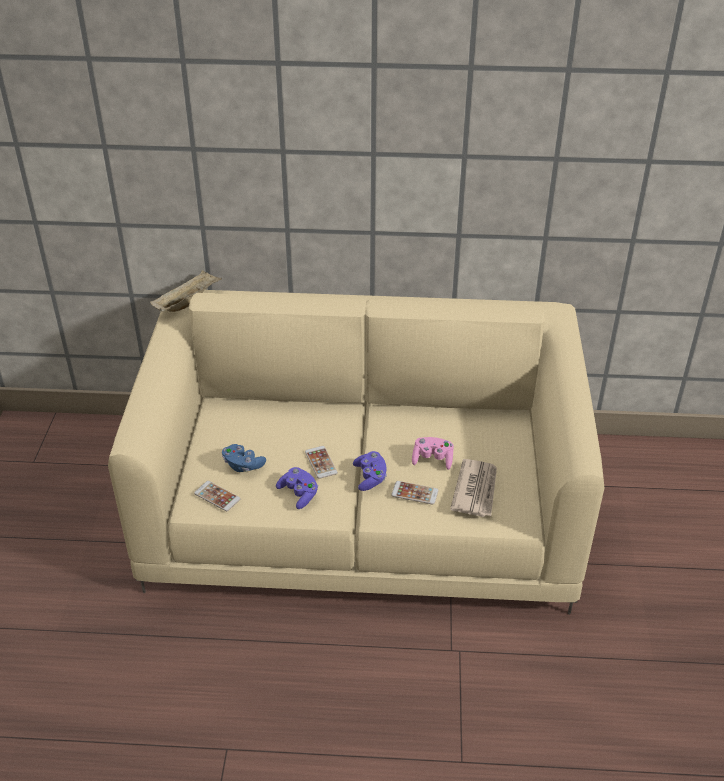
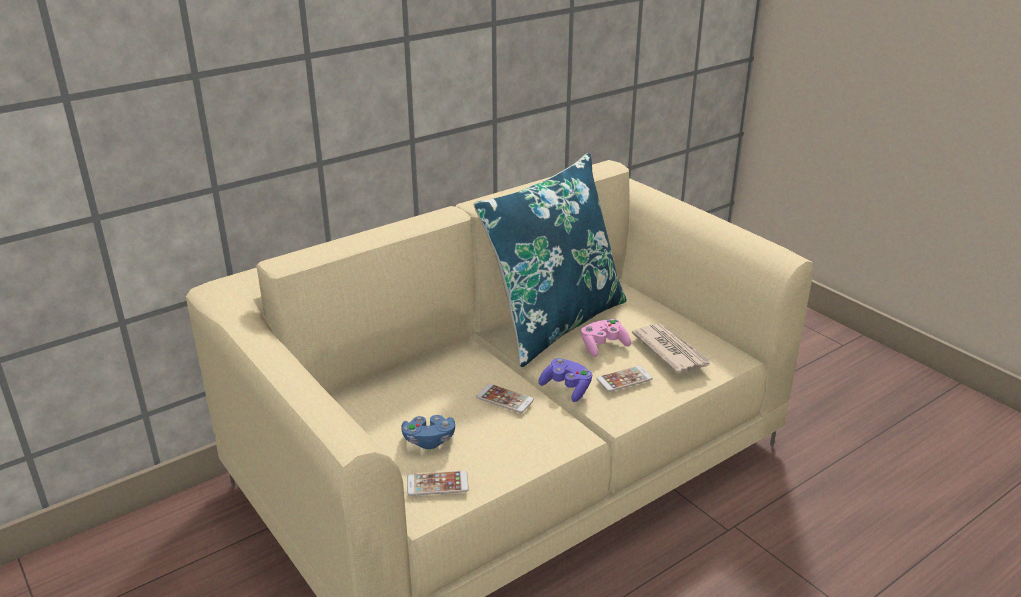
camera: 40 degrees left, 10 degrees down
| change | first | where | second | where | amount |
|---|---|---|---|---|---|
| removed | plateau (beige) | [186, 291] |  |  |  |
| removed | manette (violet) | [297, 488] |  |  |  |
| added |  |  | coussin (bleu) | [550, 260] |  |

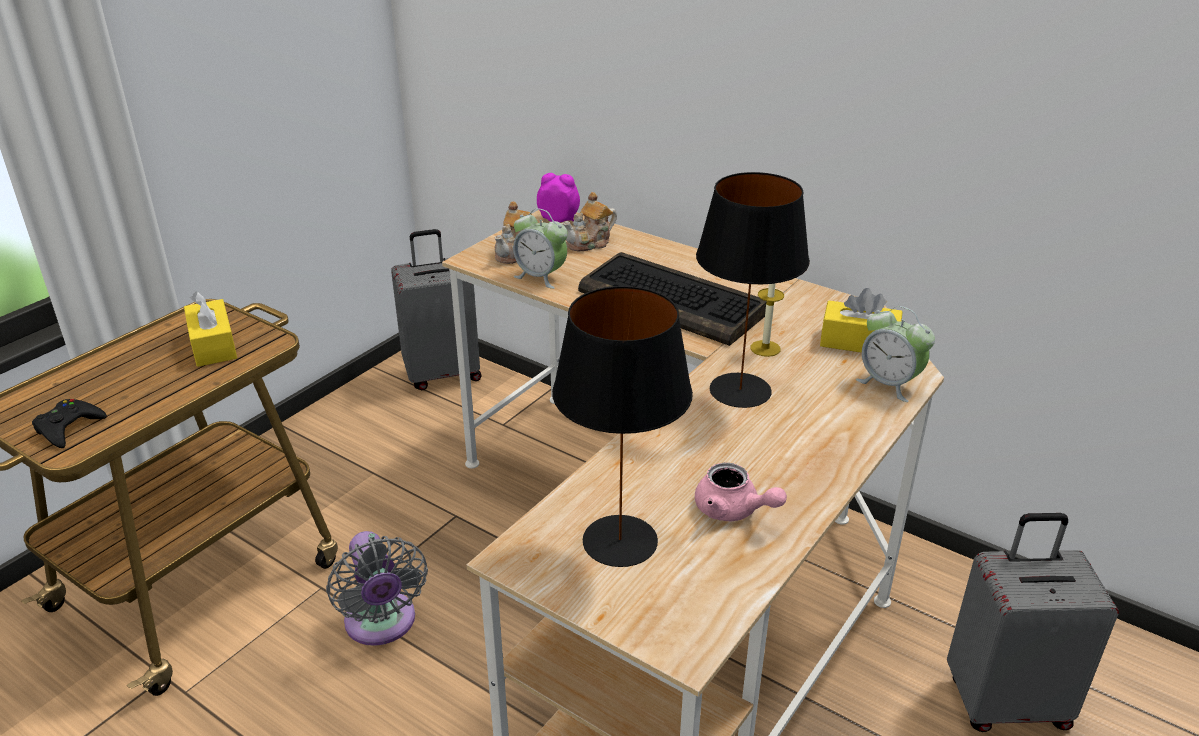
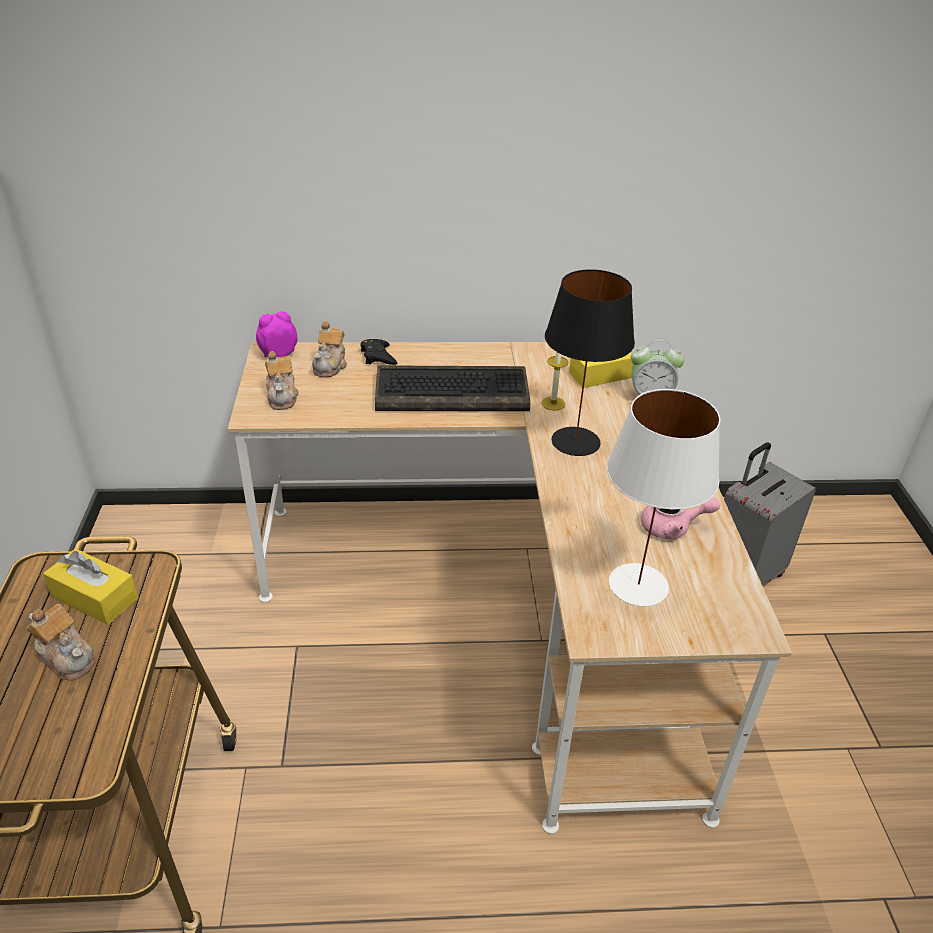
camera: 40 degrees left, 5 degrees up
| change | first | where | second | where | amount |
|---|---|---|---|---|---|
| removed | réveil | [540, 248] |  |  |  |
| removed | valise (gris) | [436, 309] |  |  |  |
| recoloured | lampe de table (noir) | [622, 426] | lampe de table (blanc) | [663, 498] |  |
| moved | manette (noir) | [69, 423] |  | [378, 352] |  |
| removed | ventilateur (gris) | [377, 588] |  |  |  |
| added |  |  | théière | [60, 642] |  |

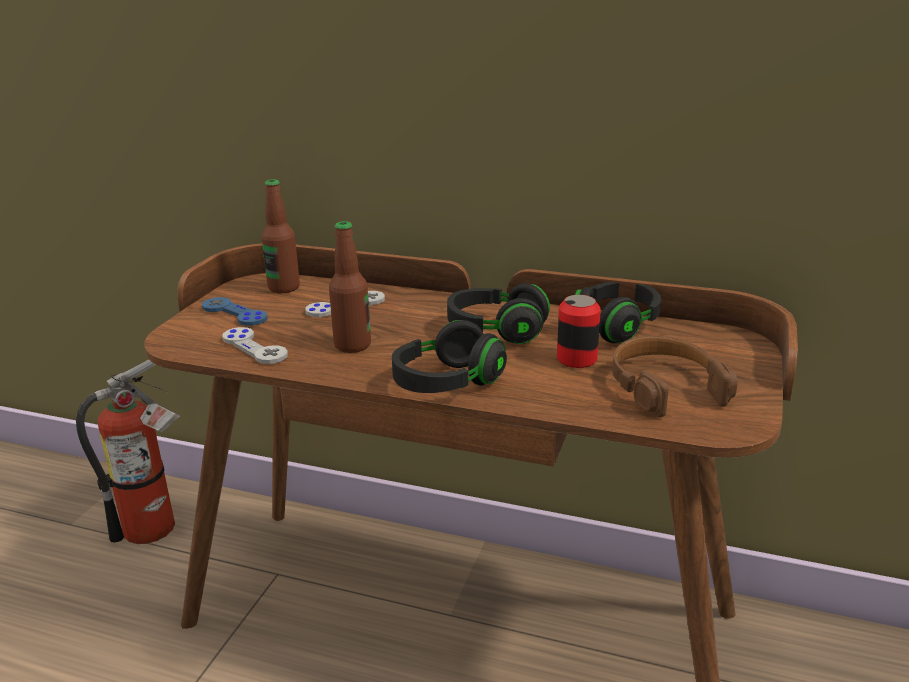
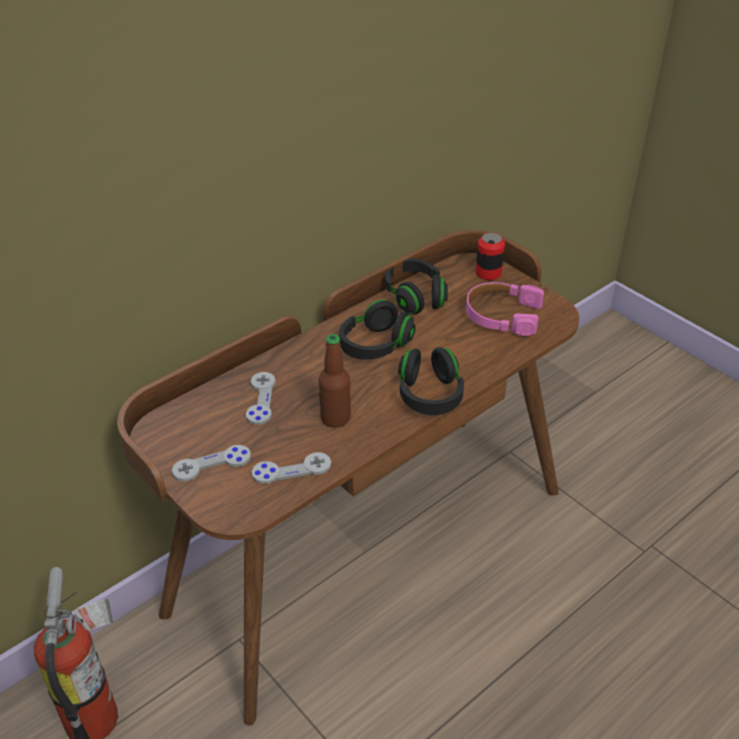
camera: 60 degrees left, 15 degrees up
| change | first | where | second | where | amount |
|---|---|---|---|---|---|
| removed | bouteille | [280, 236] |  |  |  |
| moved | boîte métallique | [579, 331] |  | [490, 256] |  |
| recoloured | manette (bleu) | [235, 311] | manette (gris) | [211, 463] |  |
| recoloured | casque audio (marron) | [674, 376] | casque audio (rose) | [505, 309] |  |

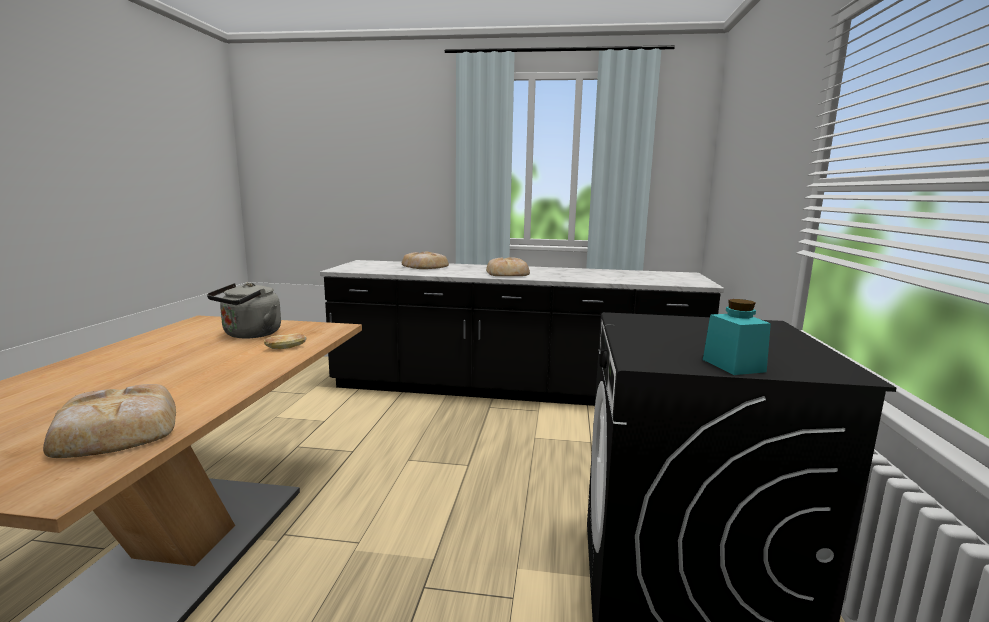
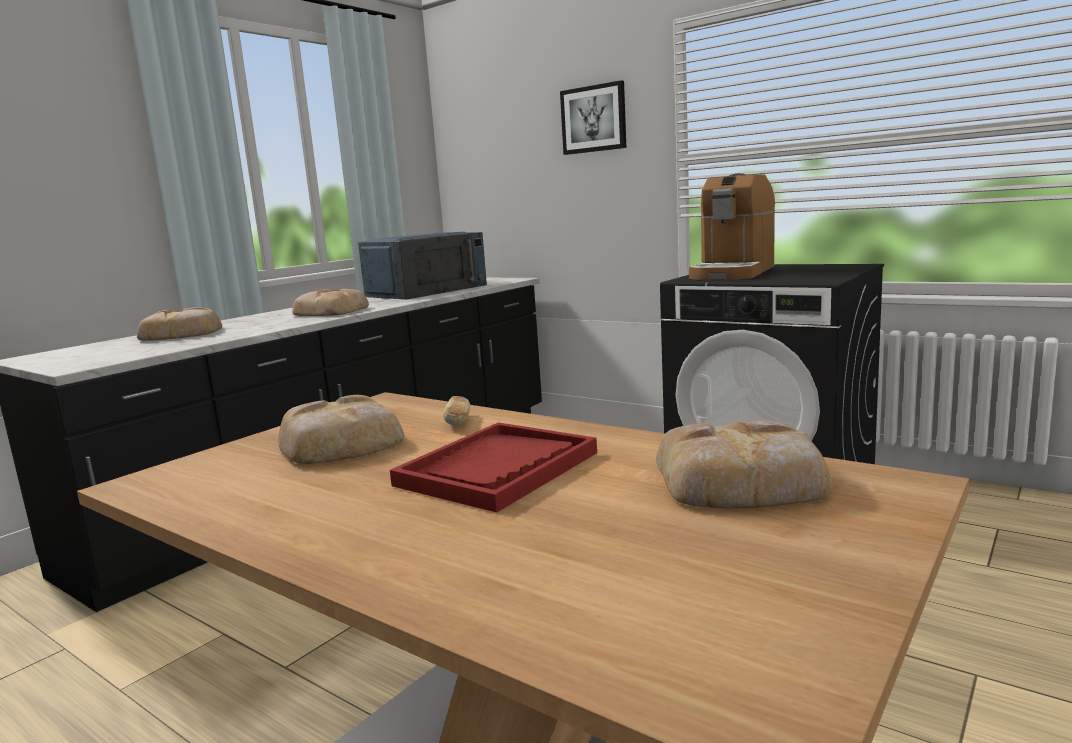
camera: 60 degrees left, 0 degrees up
| change | first | where | second | where | amount |
|---|---|---|---|---|---|
| replaced | bouilloire (gris) | [244, 310] | pain | [341, 429] |  |
| removed | bocal (turquoise) | [737, 337] |  |  |  |
| added |  |  | tableau | [593, 117] |  |
| added |  |  | machine à café | [732, 226] |  |
| added |  |  | micro-ondes (bleu) | [422, 266] |  |
| added |  |  | plateau (rouge) | [493, 467] |  |

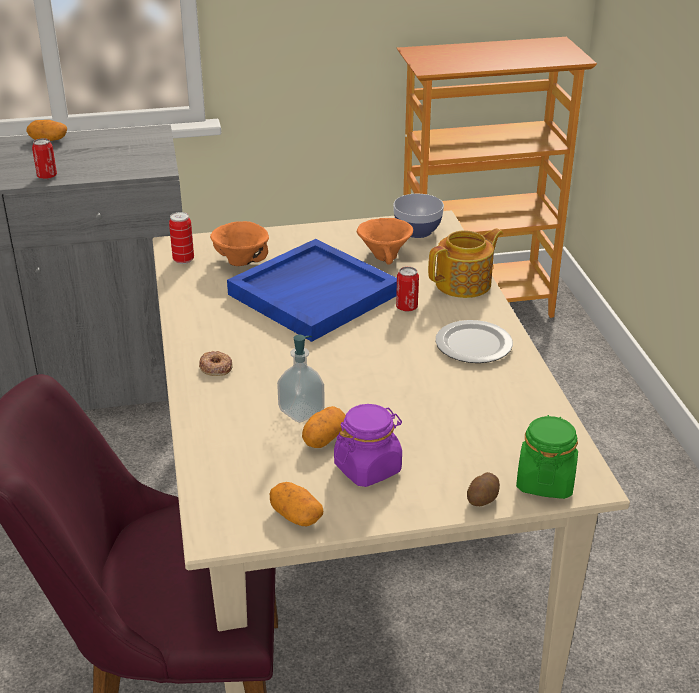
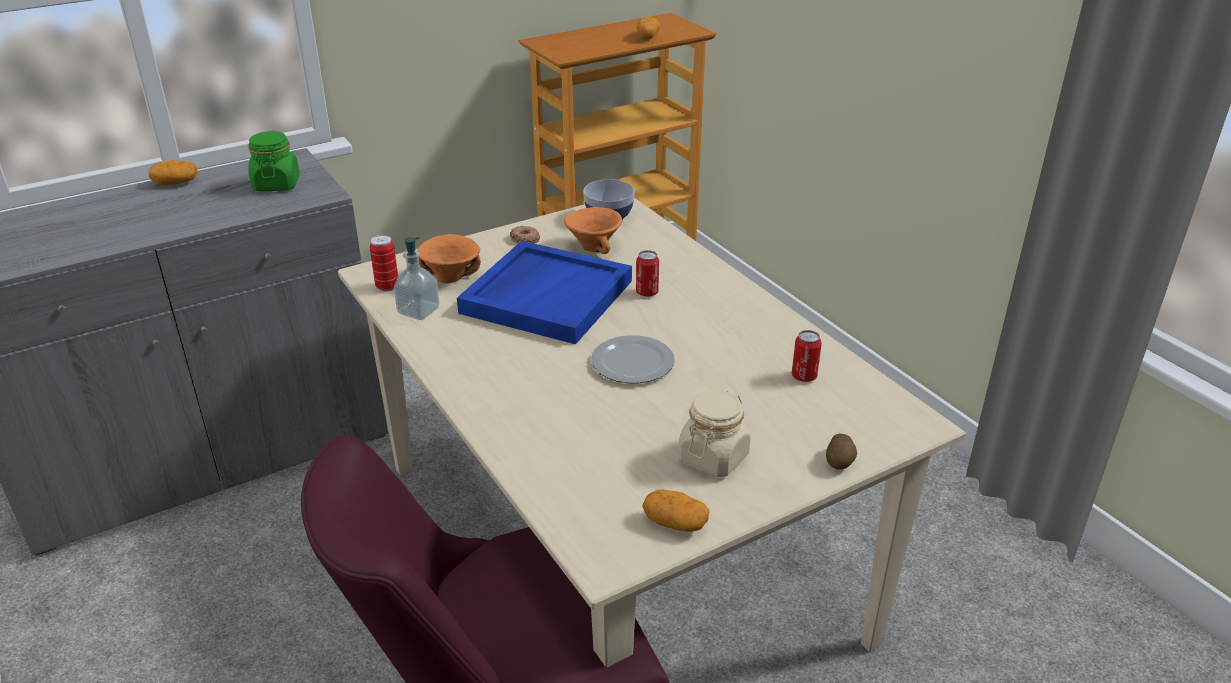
camera: 20 degrees left, 0 degrees up
| change | first | where | second | where | amount |
|---|---|---|---|---|---|
| moved | boîte métallique | [44, 158] |  | [807, 356] |  |
| removed | théière | [465, 263] |  |  |  |
| moved | assiette | [474, 341] |  | [633, 359] |  |
| moved | distributeur de savon | [301, 379] |  | [416, 278] |  |
| moved | beignet | [216, 363] |  | [525, 235] |  |
| recoloured | bocal (violet) | [368, 445] | bocal (beige) | [714, 433] |  |
| moved | pomme de terre | [324, 427] |  | [648, 27] |  |
| moved | bocal (vert) | [547, 457] |  | [274, 161] |  |

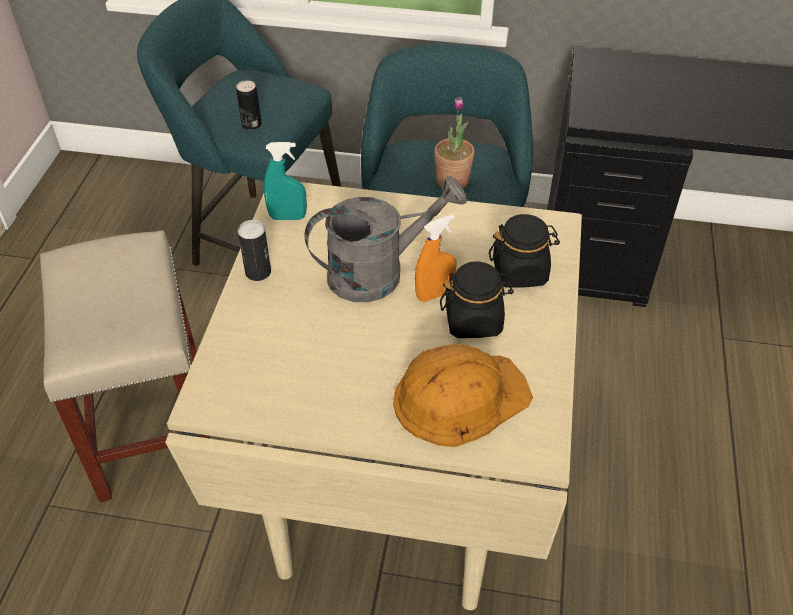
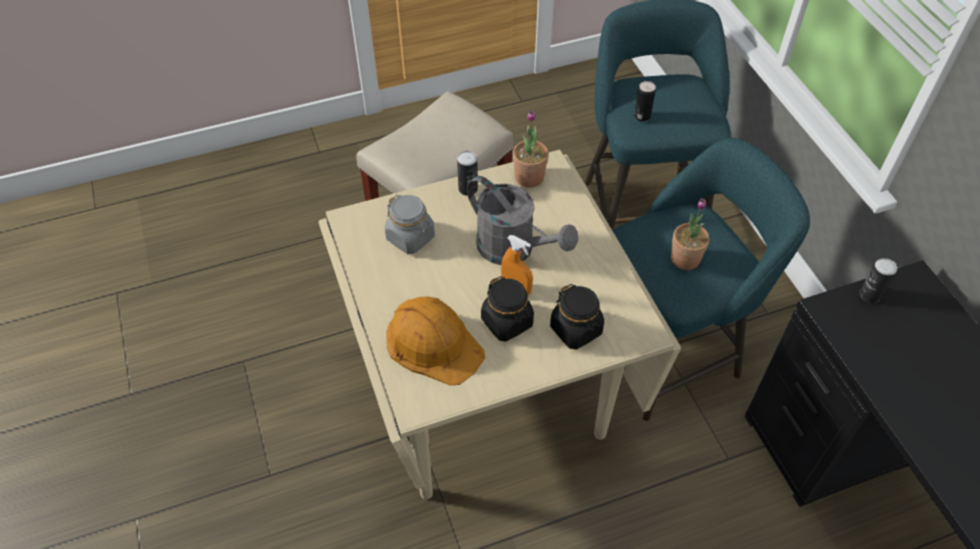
camera: 60 degrees right, 5 degrees up
| change | first | where | second | where | amount |
|---|---|---|---|---|---|
| replaced | vaporisateur (turquoise) | [285, 181] | plante en pot | [531, 149] |  |
| added |  |  | bocal (gris) | [410, 224] |  |
| added |  |  | boîte métallique | [878, 280] |  |

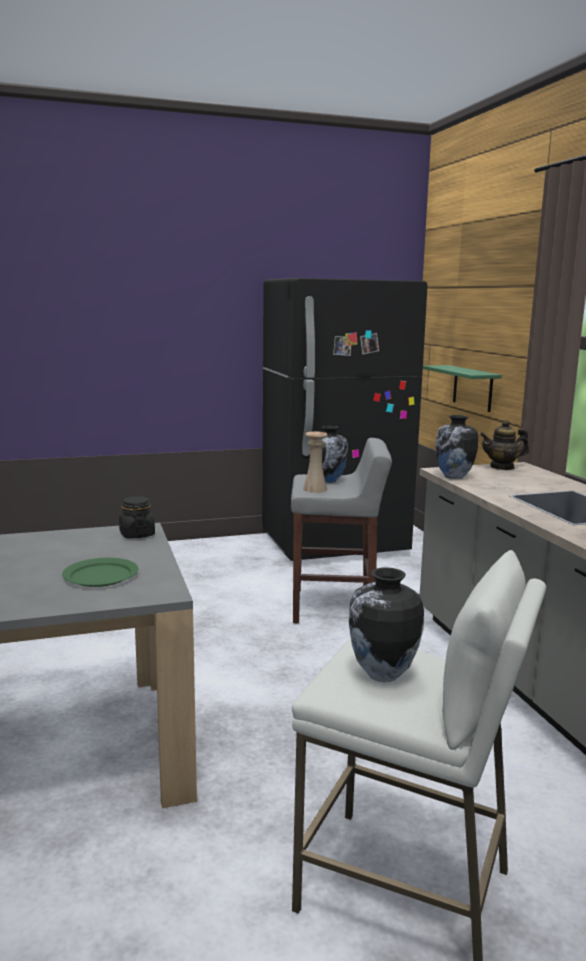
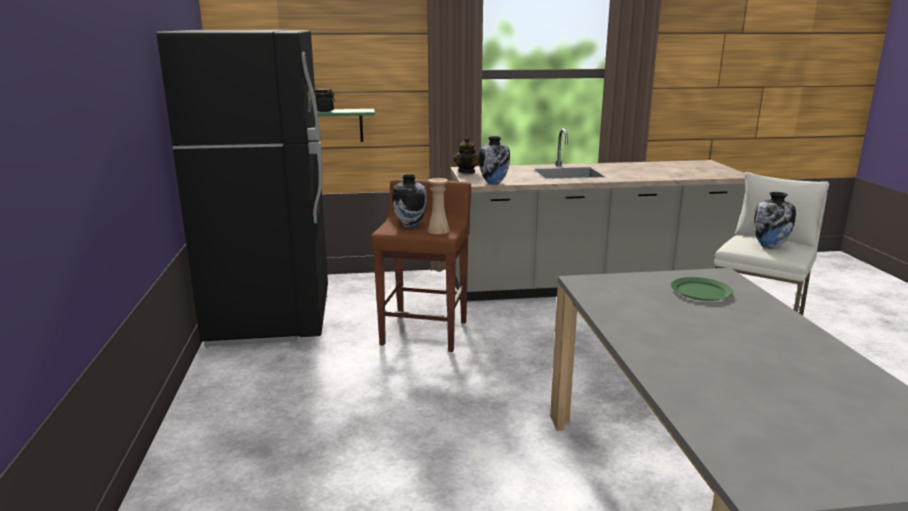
camera: 80 degrees left, 5 degrees up
| change | first | where | second | where | amount |
|---|---|---|---|---|---|
| recoloured | tabouret (gris) | [341, 531] | tabouret (marron) | [421, 265] |  |
| moved | bocal (noir) | [137, 517] |  | [325, 100] |  |

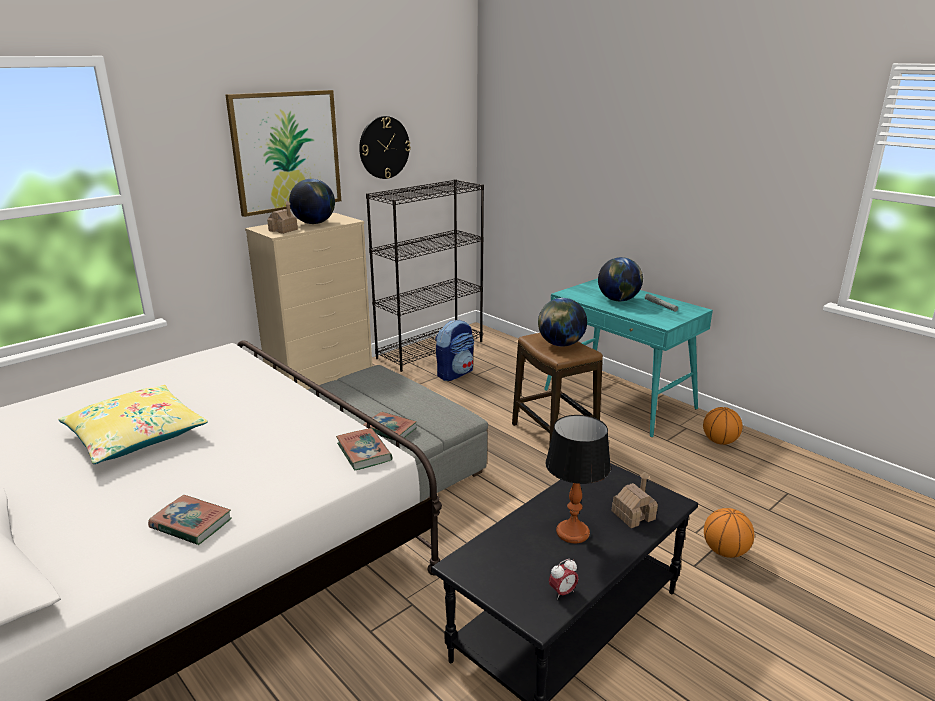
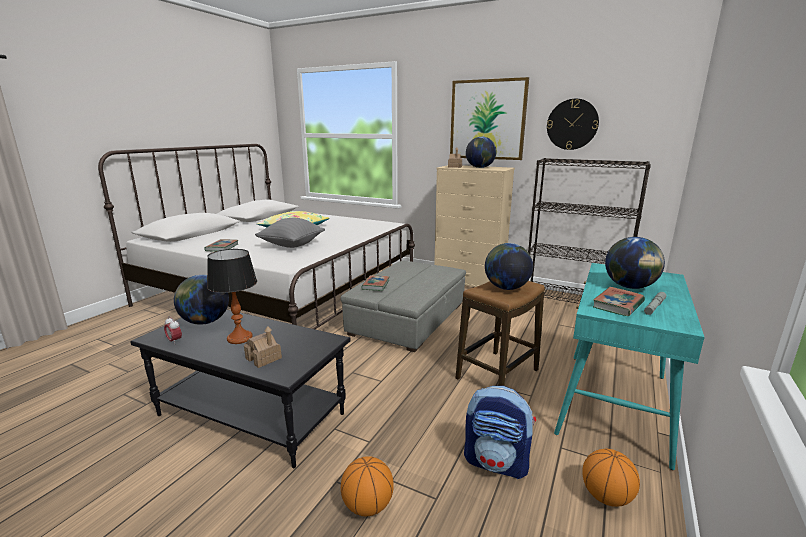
camera: 70 degrees right, 5 degrees down
| change | first | where | second | where | amount |
|---|---|---|---|---|---|
| moved | sac à dos | [454, 350] |  | [500, 432] |  |
| moved | livre | [364, 449] |  | [619, 301] |  |
| added |  |  | coussin (gris) | [290, 233] |  |
| added |  |  | globe | [201, 300] |  |

